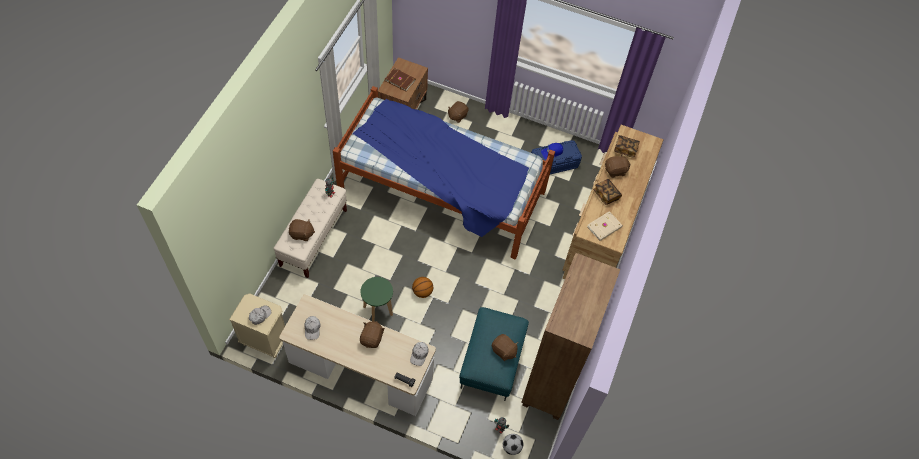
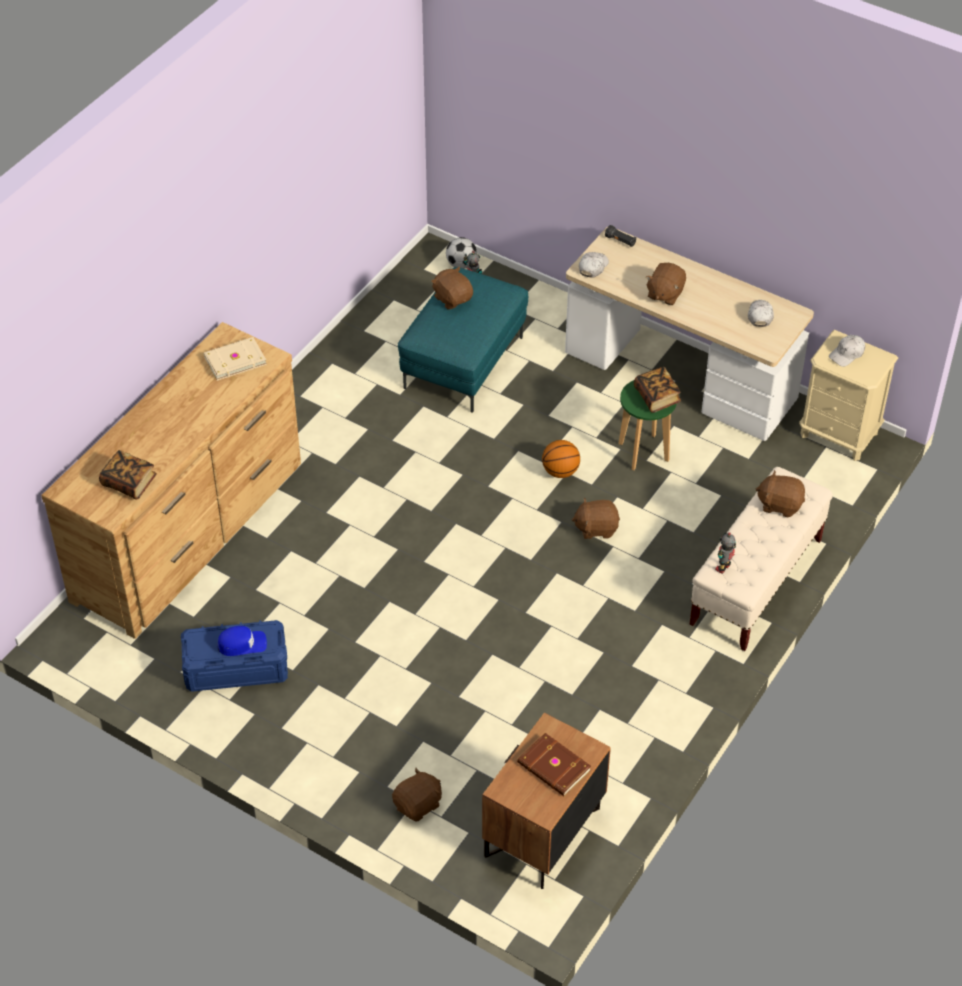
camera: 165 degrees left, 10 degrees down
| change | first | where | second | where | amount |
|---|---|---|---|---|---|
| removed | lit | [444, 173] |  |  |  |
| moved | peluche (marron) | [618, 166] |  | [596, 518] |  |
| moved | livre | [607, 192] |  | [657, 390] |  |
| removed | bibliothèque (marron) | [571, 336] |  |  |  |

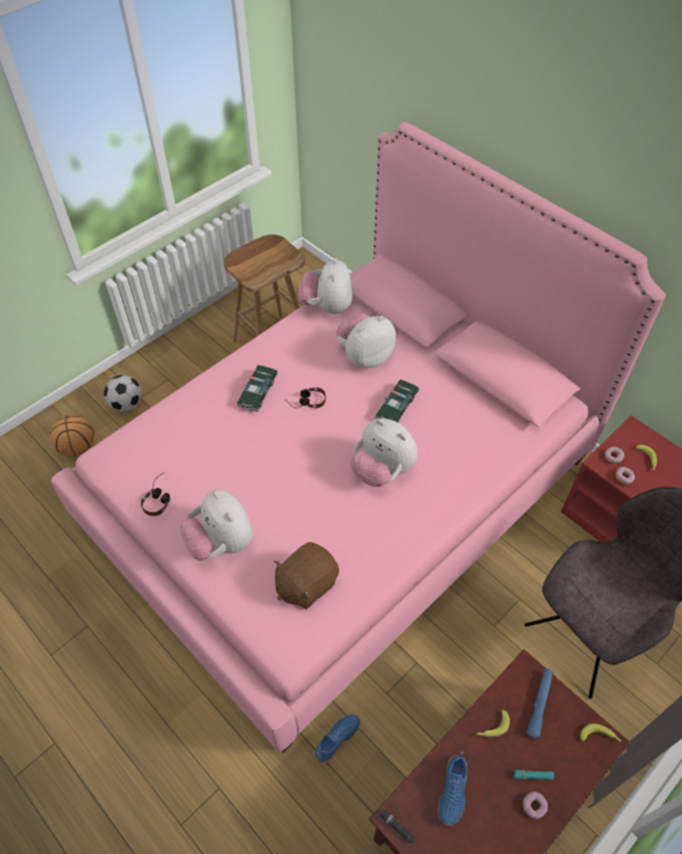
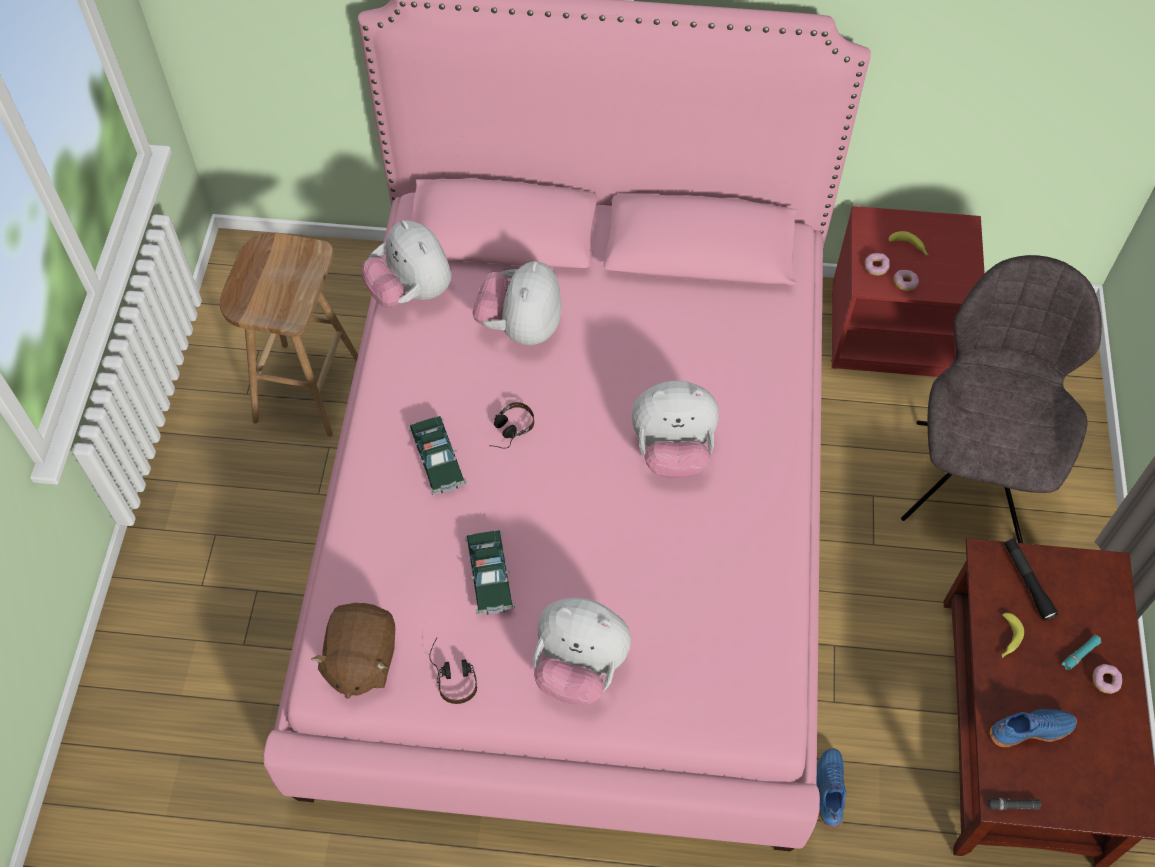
camera: 40 degrees left, 5 degrees up
| change | first | where | second | where | amount |
|---|---|---|---|---|---|
| removed | ballon de foot | [123, 393] |  |  |  |
| moved | petite voiture | [397, 400] |  | [490, 572] |  |
| removed | ballon de basket | [72, 435] |  |  |  |
| moved | peluche (marron) | [306, 576] |  | [353, 651] |  |
| recoloured | lampe de poche (bleu) | [539, 704] | lampe de poche (noir) | [1031, 579] |  |
| removed | banane | [601, 732] |  |  |  |
| turned | chaussure (bleu) | [452, 788] |  | [1033, 728] | 75 degrees counterclockwise |

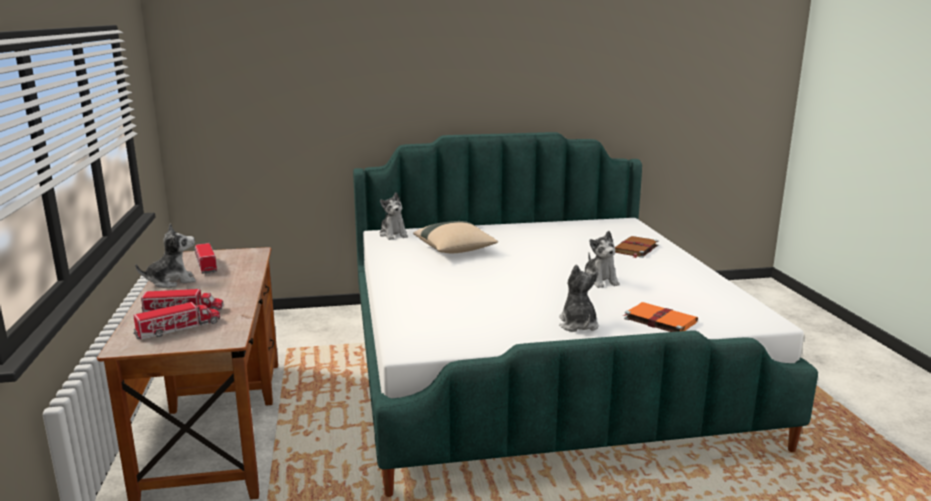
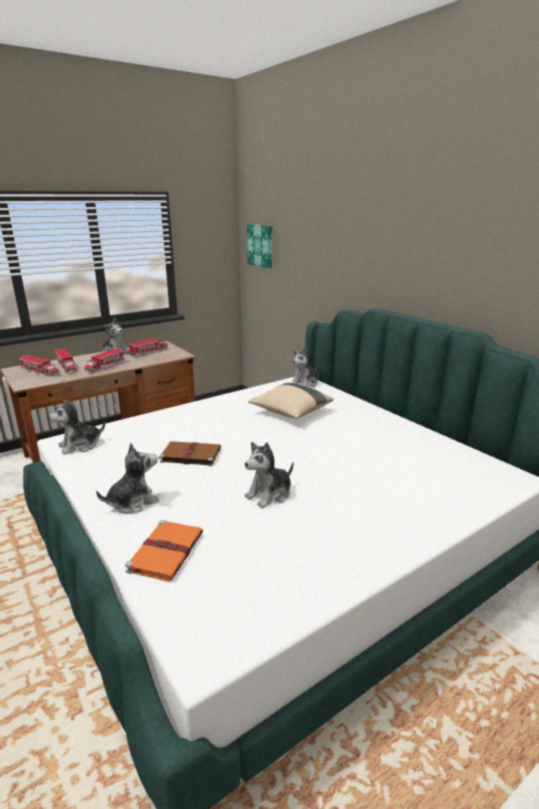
camera: 65 degrees right, 5 degrees up
| change | first | where | second | where | amount |
|---|---|---|---|---|---|
| moved | livre (marron) | [637, 247] |  | [189, 453] |  |
| added |  |  | tableau | [259, 246] |  |
| added |  |  | camion jouet | [104, 360] |  |
| added |  |  | peluche | [77, 427] |  |

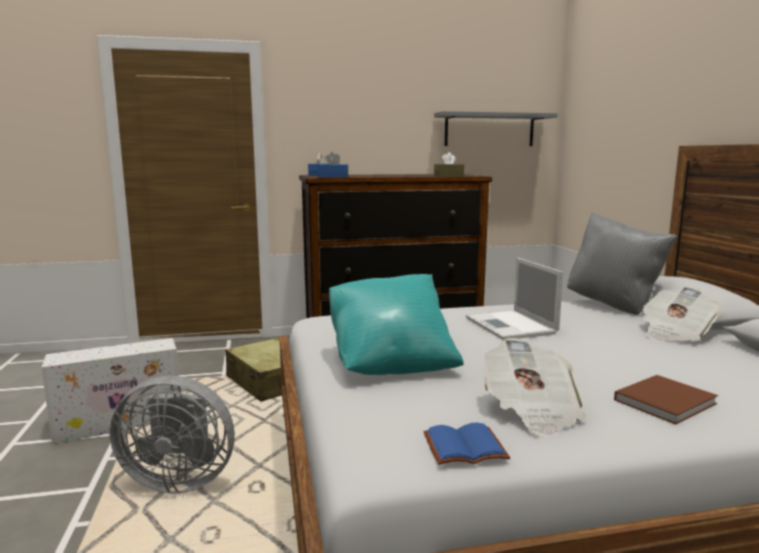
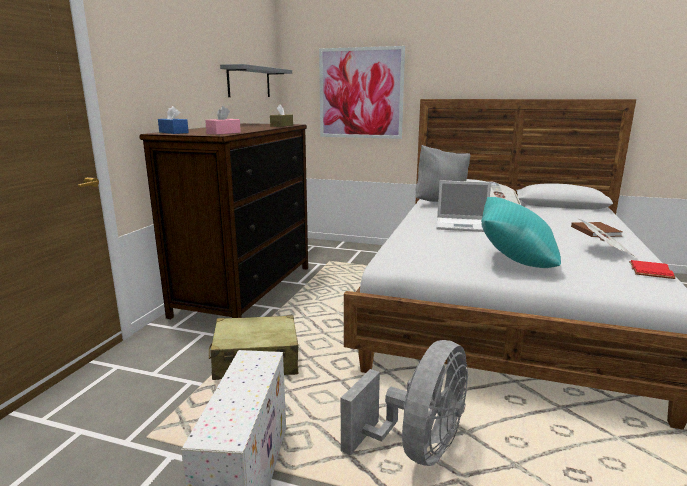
camera: 60 degrees left, 5 degrees up
| change | first | where | second | where | amount |
|---|---|---|---|---|---|
| recoloured | boîte à mouchoirs (bleu) | [332, 164] | boîte à mouchoirs (rose) | [223, 120] |  |
| recoloured | livre (bleu) | [467, 444] | livre (rouge) | [652, 269] |  |
| added |  |  | tableau | [362, 92] |  |

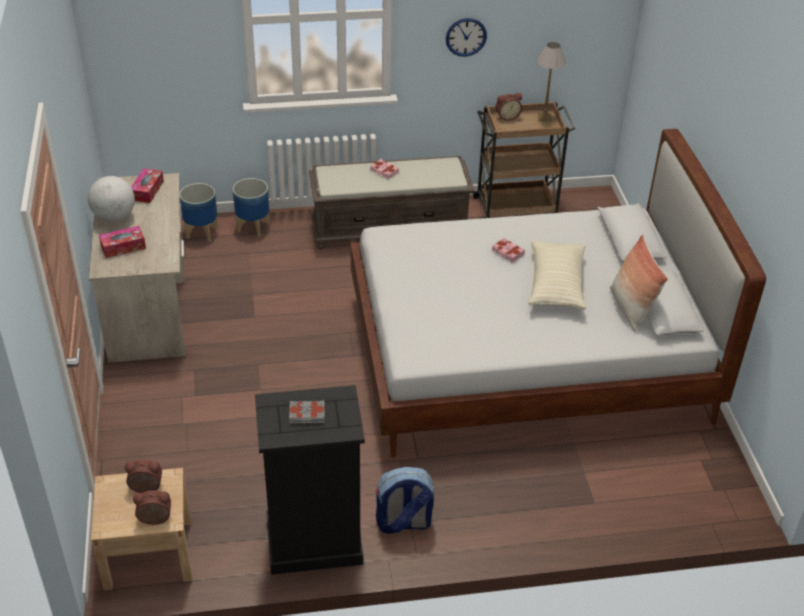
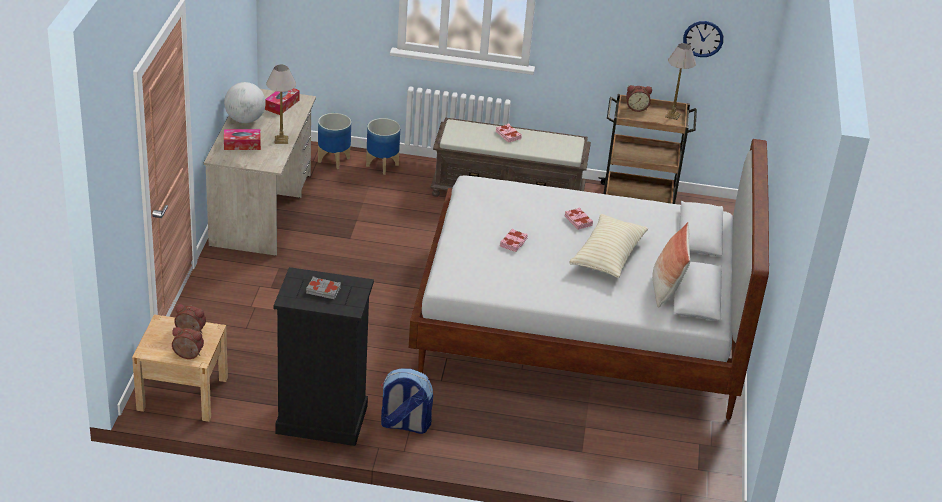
camera: 15 degrees right, 5 degrees down
| change | first | where | second | where | amount |
|---|---|---|---|---|---|
| moved | horloge murale | [466, 37] |  | [703, 39] |  |
| added |  |  | lampe de table | [281, 104] |  |
| added |  |  | livre (rose) | [514, 240] |  |

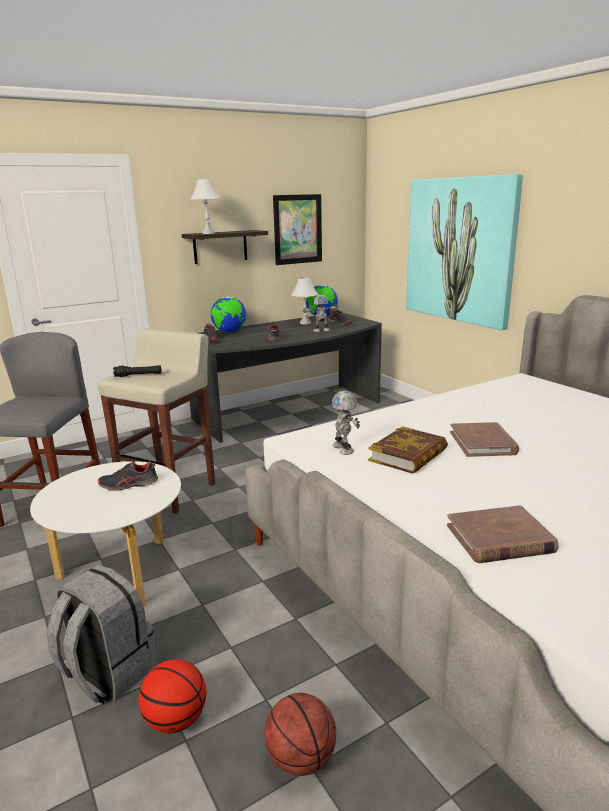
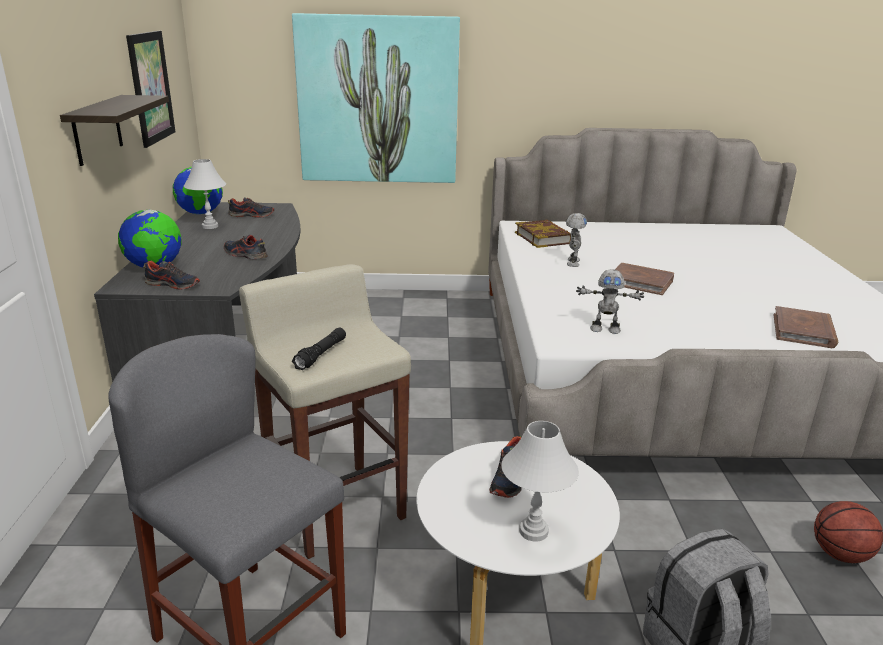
camera: 60 degrees left, 5 degrees up
| change | first | where | second | where | amount |
|---|---|---|---|---|---|
| moved | lampe de table (blanc) | [205, 206] |  | [540, 481] |  |
| moved | robot jouet | [320, 313] |  | [576, 240] |  |
| moved | livre | [408, 450] |  | [543, 234] |  |
| removed | ballon de basket | [172, 696] |  |  |  |

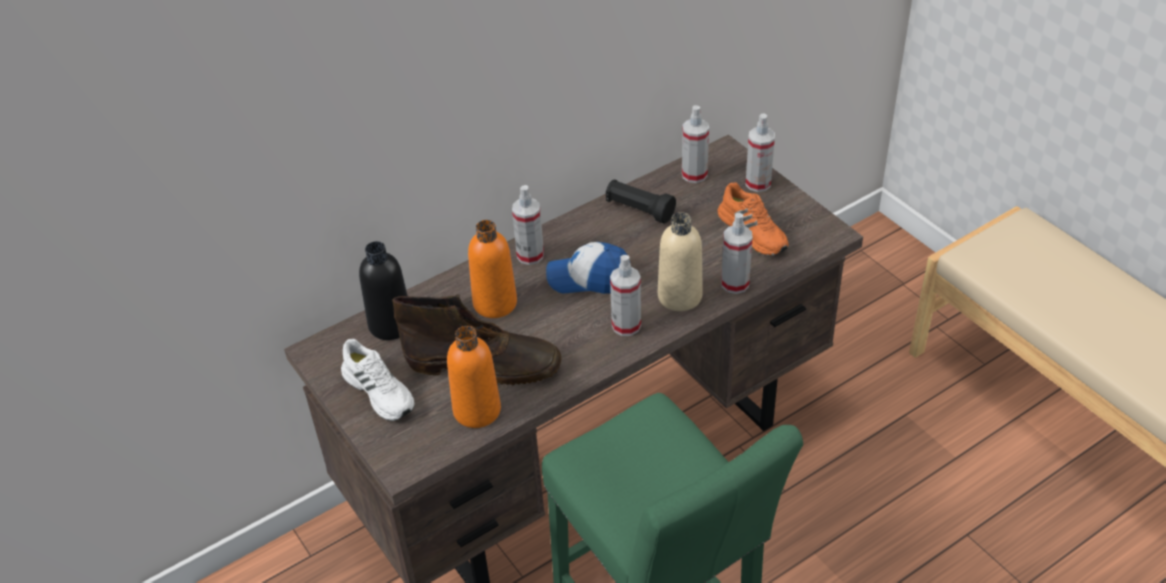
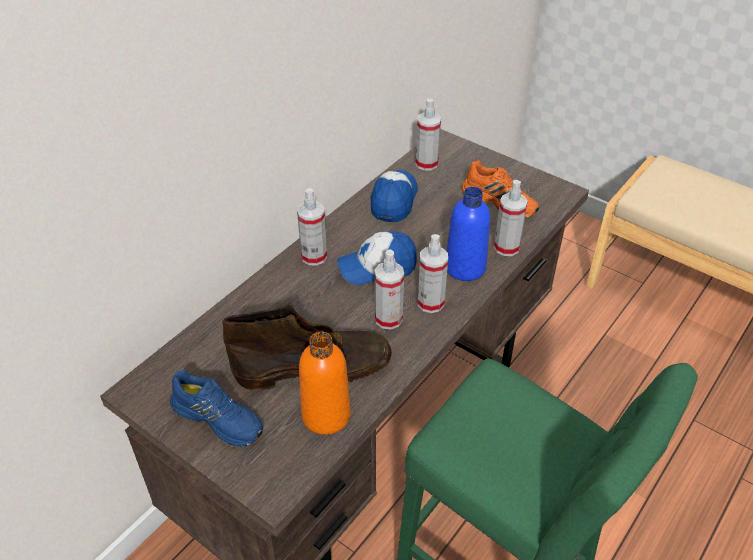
camera: 20 degrees left, 0 degrees up
| change | first | where | second | where | amount |
|---|---|---|---|---|---|
| moved | vaporisateur | [760, 152] |  | [389, 289] |  |
| replaced | lampe de poche (noir) | [641, 201] | casquette | [394, 196] |  |
| recoloured | bouteille (beige) | [680, 261] | bouteille (bleu) | [468, 233] |  |
| removed | bouteille (orange) | [492, 269] |  |  |  |
| removed | bouteille (noir) | [383, 290] |  |  |  |
| recoloured | chaussure (blanc) | [378, 380] | chaussure (bleu) | [216, 408] |  |

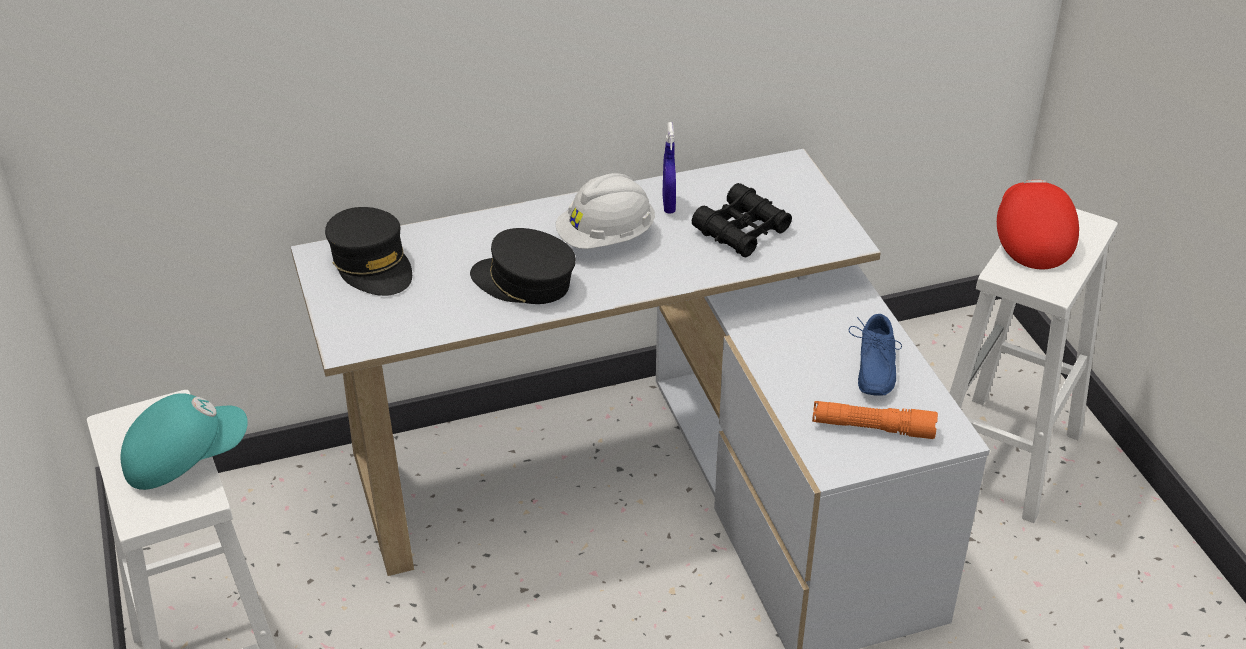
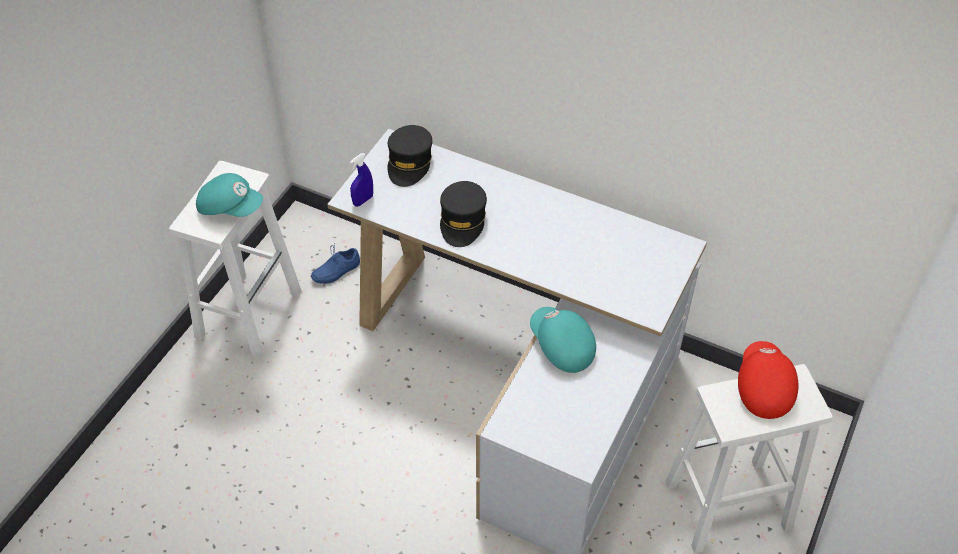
camera: 45 degrees right, 10 degrees up
| change | first | where | second | where | amount |
|---|---|---|---|---|---|
| moved | vaporisateur (bleu) | [669, 167] |  | [361, 180] |  |
| removed | casque de chantier (blanc) | [605, 211] |  |  |  |
| turned | casquette (rouge) | [1038, 224] |  | [768, 380] | 45 degrees counterclockwise |
| removed | jumelles (noir) | [742, 220] |  |  |  |
| turned | casquette (noir) | [523, 266] |  | [463, 214] | 150 degrees counterclockwise |
| moved | chaussure (bleu) | [875, 355] |  | [335, 263] |  |
| removed | lampe de poche (orange) | [875, 420] |  |  |  |
| added |  |  | casquette (turquoise) | [563, 340] |  |

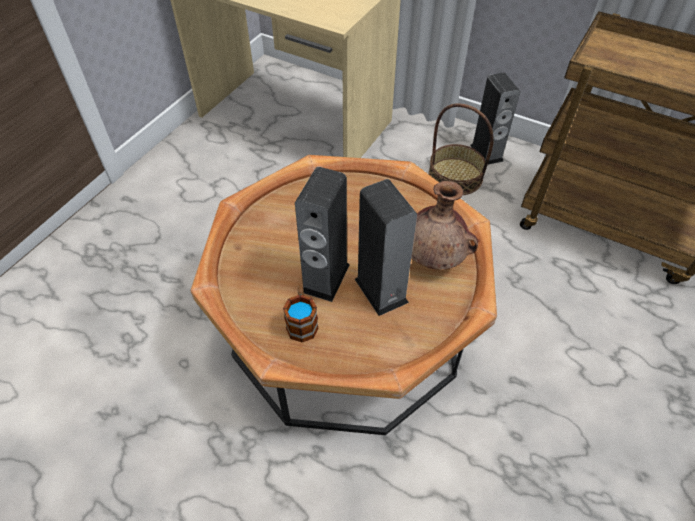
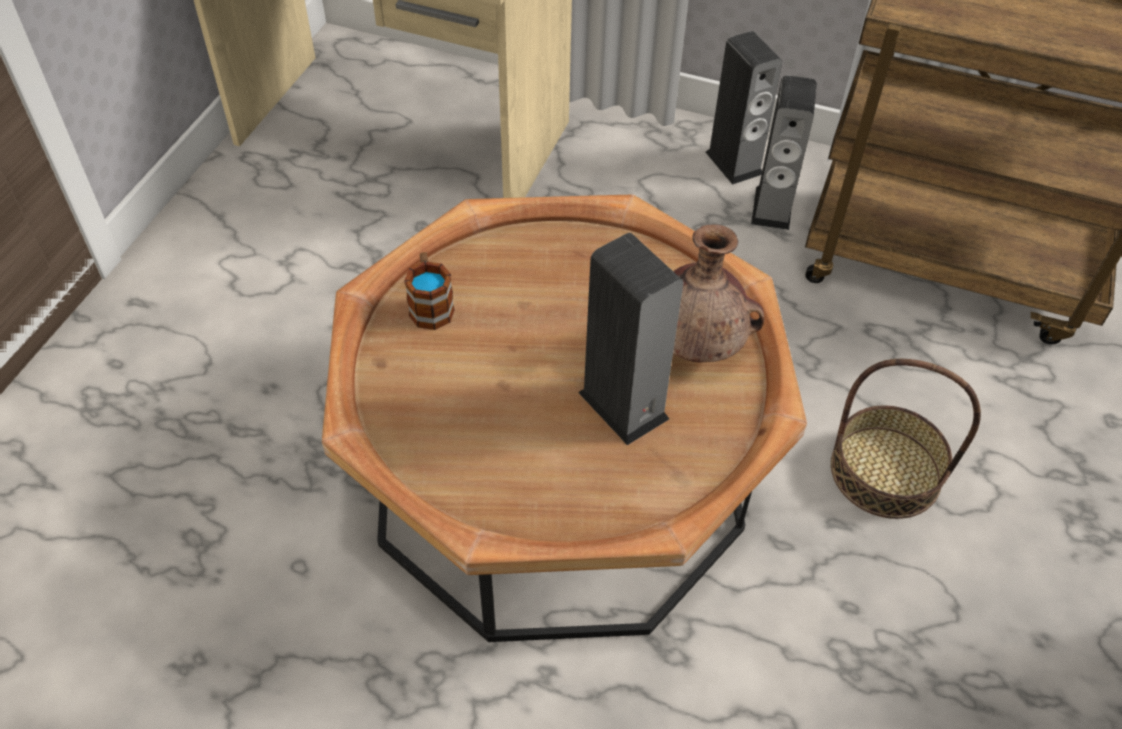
camera: 10 degrees left, 0 degrees up
| change | first | where | second | where | amount |
|---|---|---|---|---|---|
| moved | panier | [461, 149] |  | [906, 439] |  |
| moved | enceinte | [322, 234] |  | [784, 152] |  |
| moved | mug | [300, 314] |  | [429, 291] |  |

